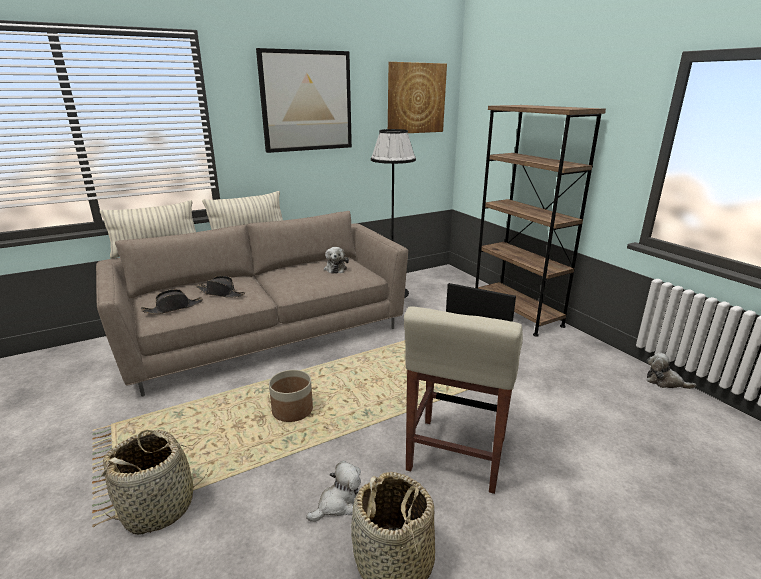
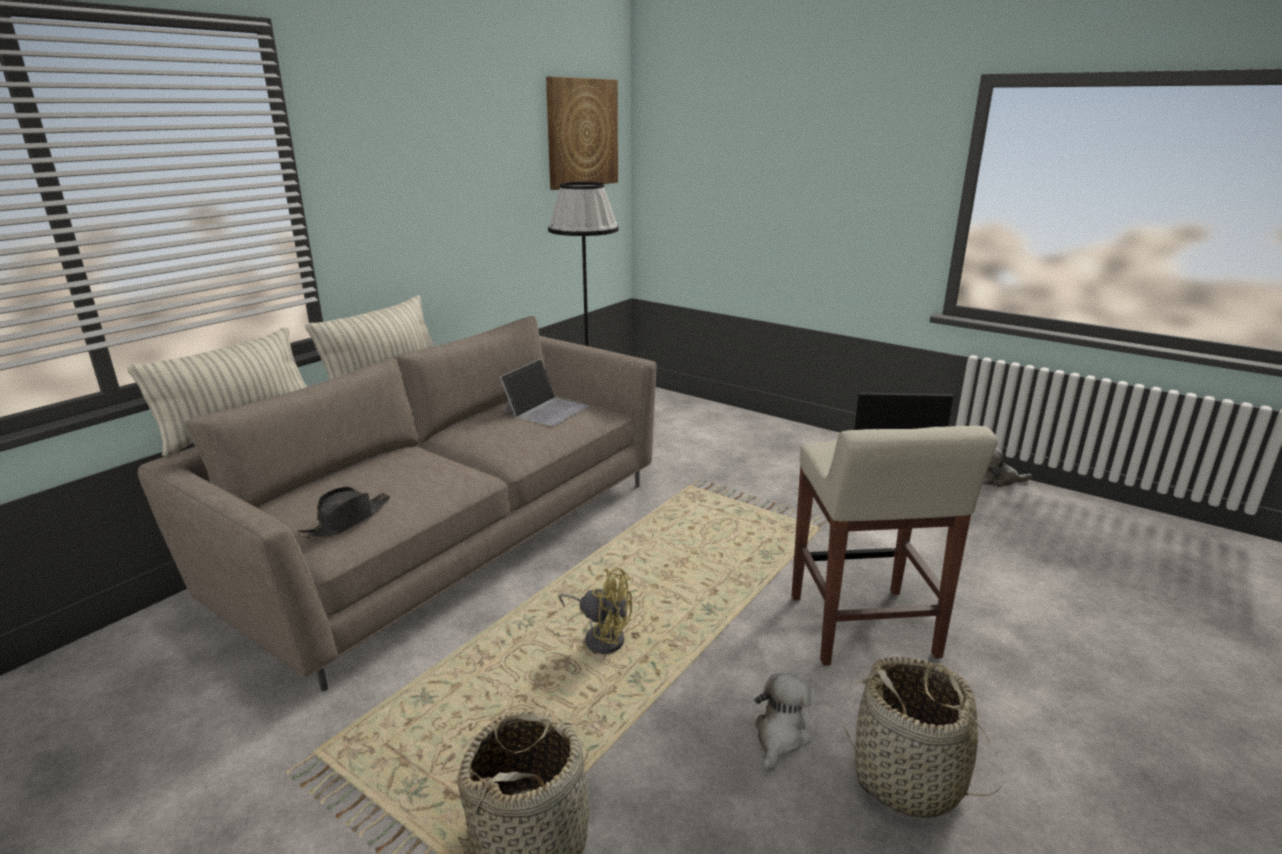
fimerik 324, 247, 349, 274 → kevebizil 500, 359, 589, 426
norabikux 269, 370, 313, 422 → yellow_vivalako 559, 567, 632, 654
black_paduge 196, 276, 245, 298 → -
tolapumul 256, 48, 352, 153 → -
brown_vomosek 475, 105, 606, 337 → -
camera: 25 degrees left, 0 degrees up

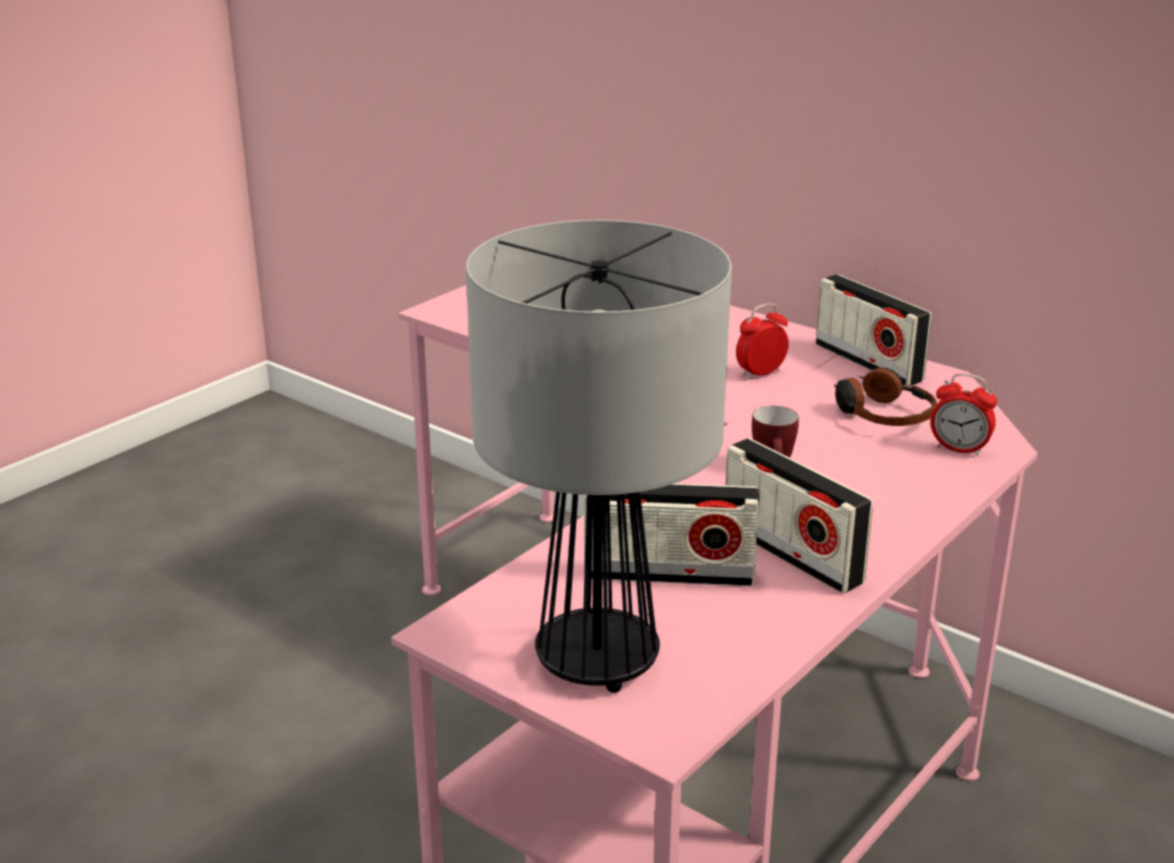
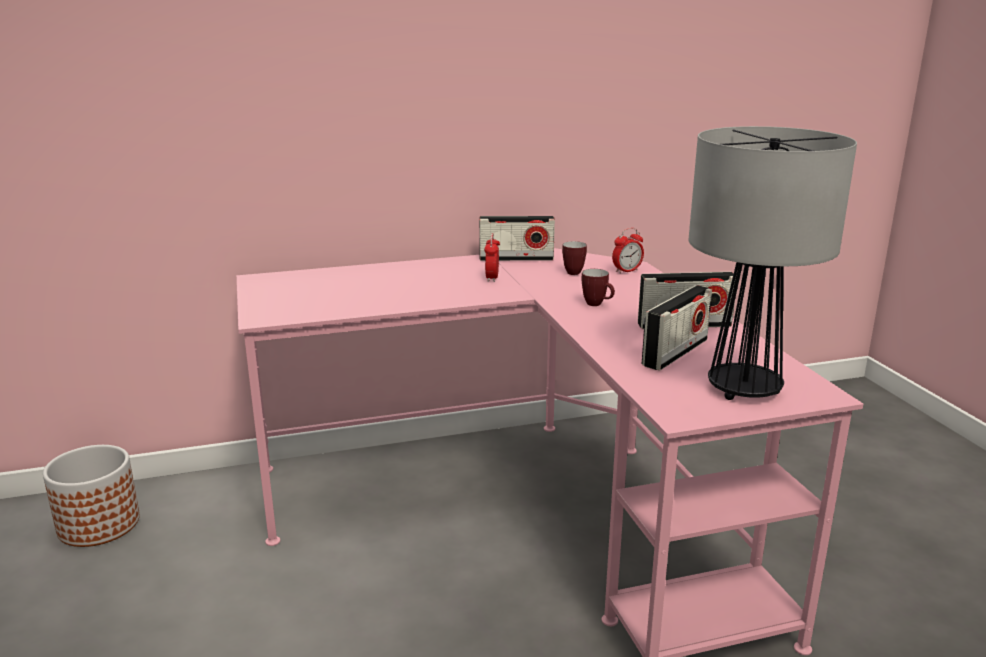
- → norabikux 43, 445, 140, 547
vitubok 834, 367, 937, 426 → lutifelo 562, 241, 587, 275
camera: 55 degrees left, 5 degrees down

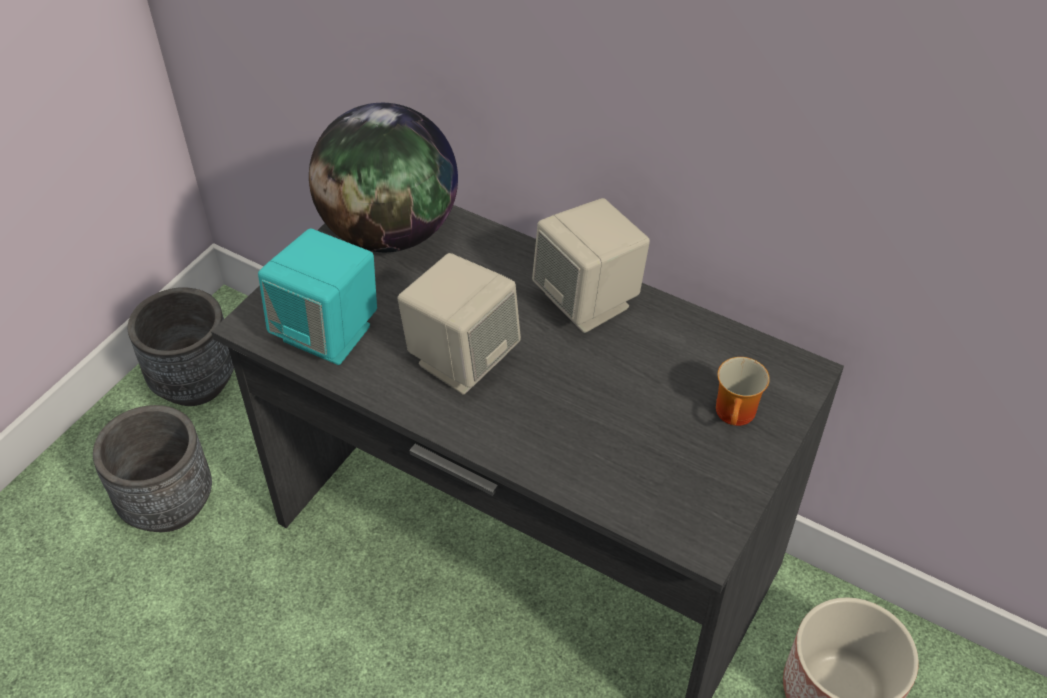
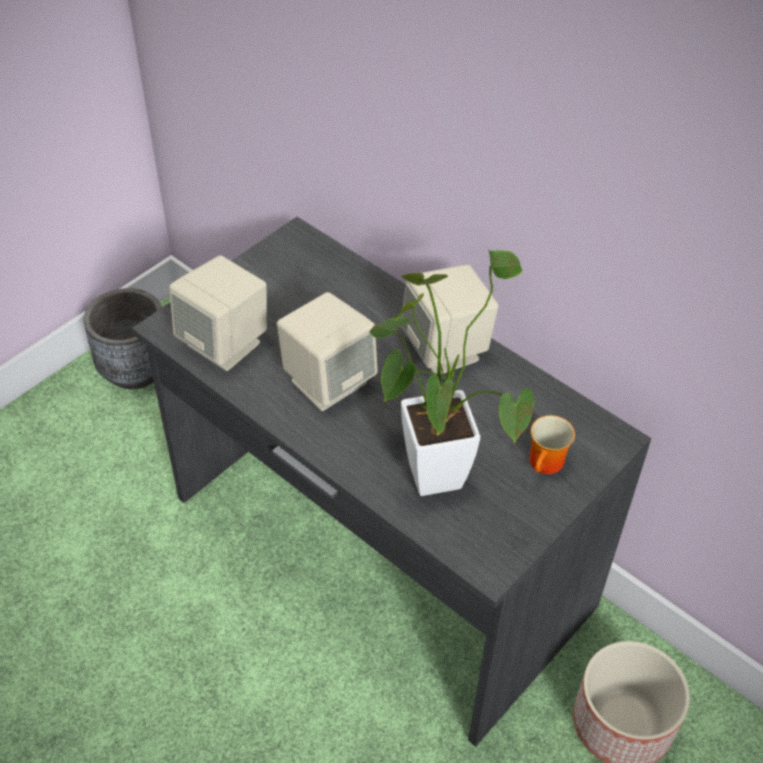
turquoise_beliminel 258, 229, 377, 365 → beige_beliminel 169, 255, 267, 371
- → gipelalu 369, 250, 534, 496
grey_norabikux 93, 405, 212, 532 → -
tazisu 309, 103, 458, 252 → -
camera: 10 degrees right, 0 degrees up

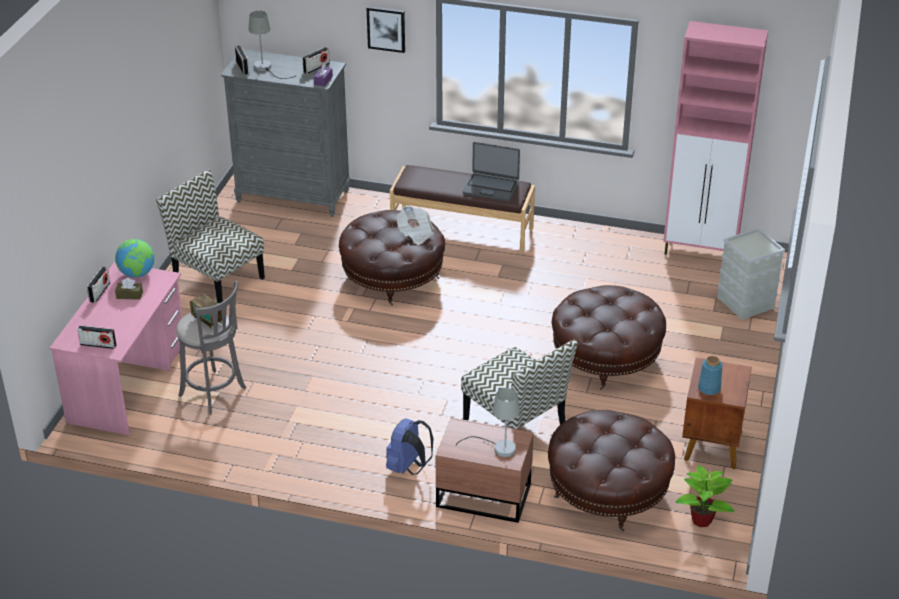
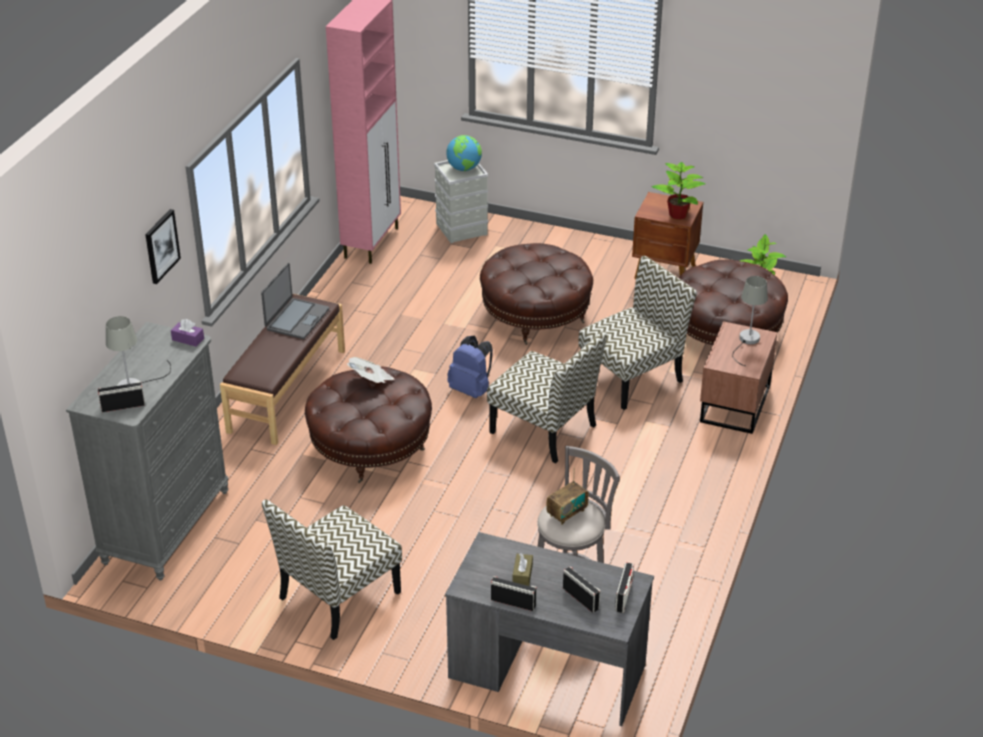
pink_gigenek 49, 262, 186, 435 → grey_gigenek 445, 532, 654, 726
tazisu 115, 239, 155, 278 → tazisu 446, 135, 482, 171, relocated
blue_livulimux 386, 418, 434, 475 → blue_livulimux 447, 336, 493, 398, relocated
- → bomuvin 487, 331, 607, 463
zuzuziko 302, 47, 330, 74 → zuzuziko 563, 566, 601, 613, relocated
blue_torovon 698, 356, 722, 395 → gipelalu 652, 161, 706, 220
camera: 85 degrees left, 0 degrees up

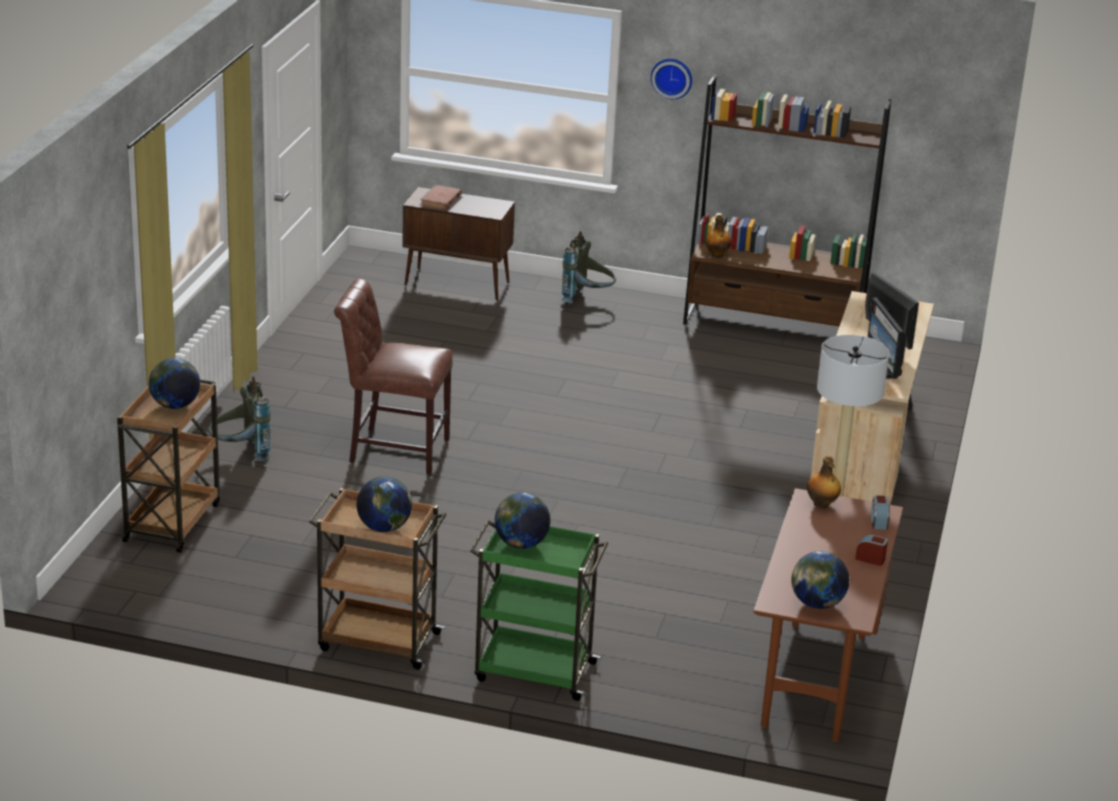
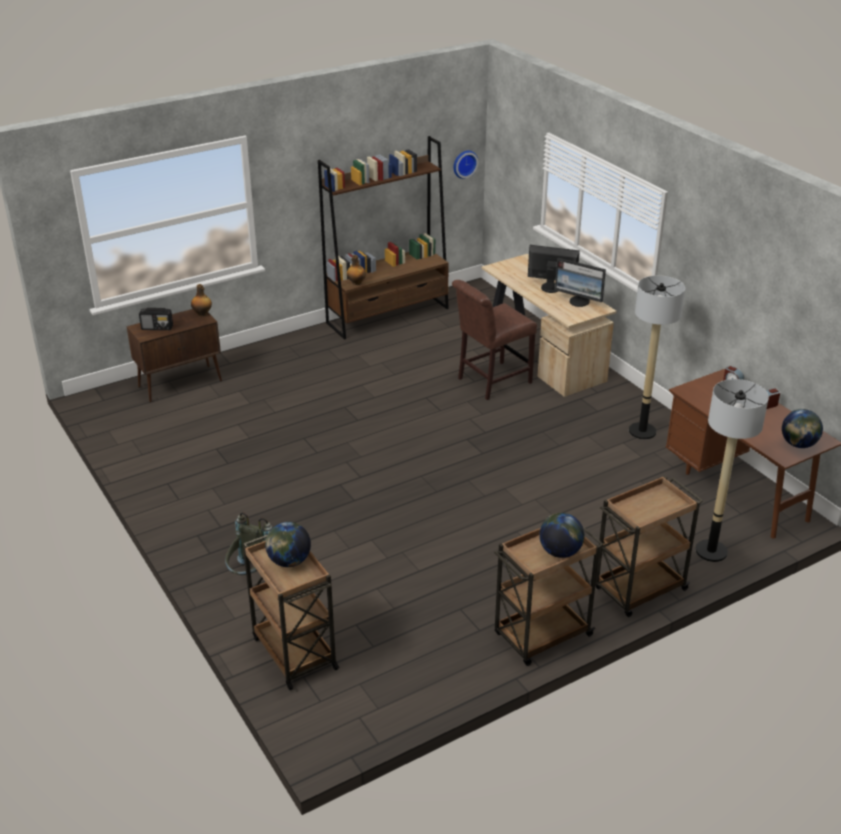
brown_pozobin 420, 185, 462, 210 → zuzuziko 139, 308, 173, 330
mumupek 807, 456, 841, 508 → mumupek 191, 284, 212, 316, relocated
brown_bomuvin 334, 278, 453, 475 → brown_bomuvin 452, 280, 537, 400, relocated
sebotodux 651, 59, 692, 99 → sebotodux 454, 151, 478, 179, relocated
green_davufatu 470, 520, 608, 701 → brown_davufatu 595, 476, 703, 617
- → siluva 695, 379, 769, 562
tazisu 495, 493, 550, 549 → -
grey_livulimux 561, 231, 616, 303 → -
camera: 45 degrees left, 5 degrees up

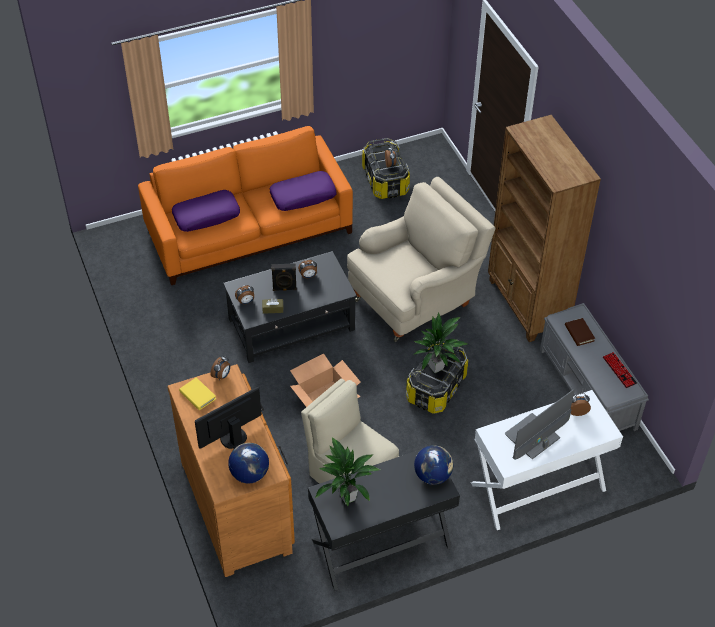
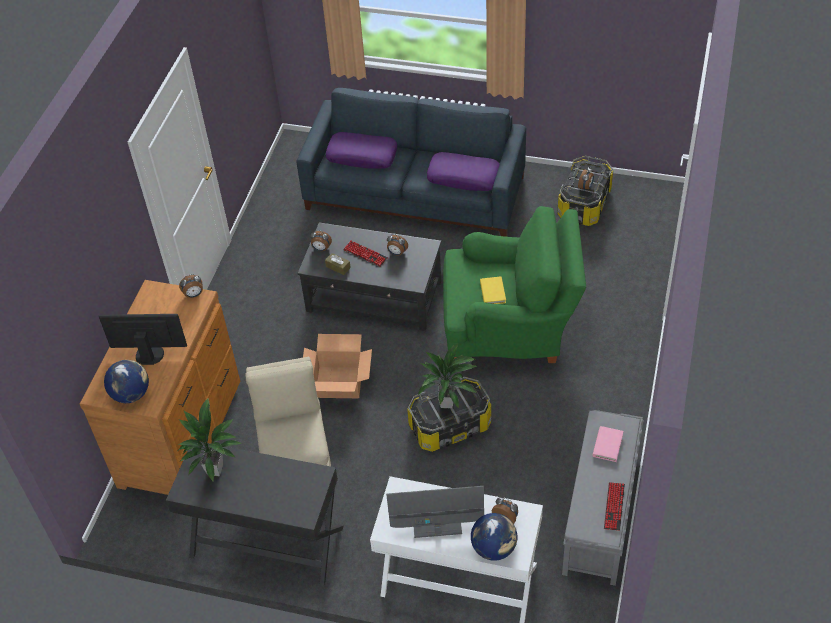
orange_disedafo 138, 126, 353, 285 → blue_disedafo 296, 88, 526, 237
black_beliminel 271, 263, 297, 291 → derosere 343, 241, 388, 267
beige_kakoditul 347, 177, 496, 342 → green_kakoditul 443, 206, 586, 363
tazisu 414, 445, 453, 485 → tazisu 471, 513, 517, 561, relocated
yellow_pozobin 179, 377, 216, 411 → yellow_pozobin 480, 276, 506, 304, relocated
brown_pozobin 565, 318, 595, 346 → pink_pozobin 593, 426, 624, 462
brown_vomosek 488, 115, 601, 342 → -
camera: 40 degrees right, 0 degrees up

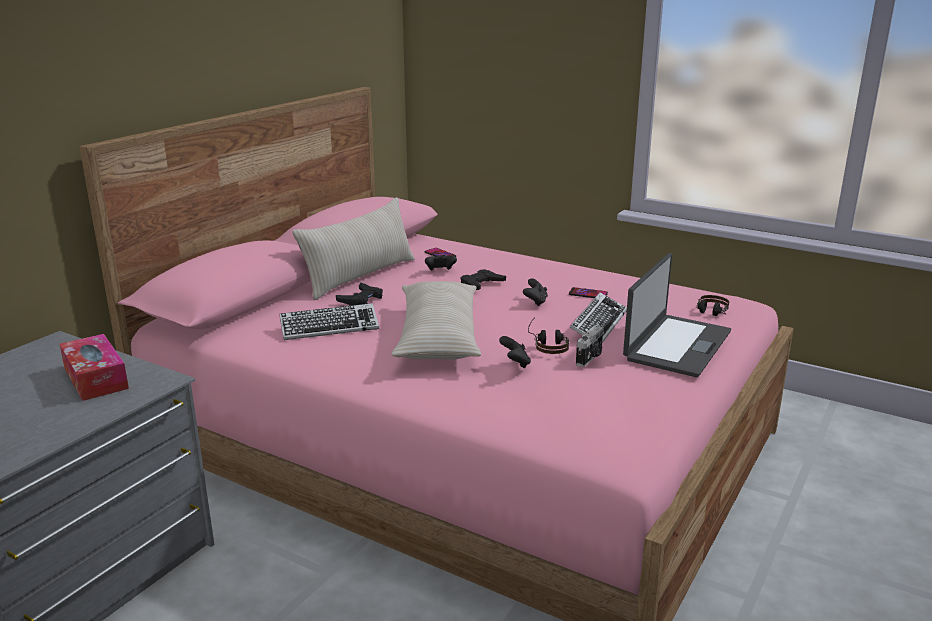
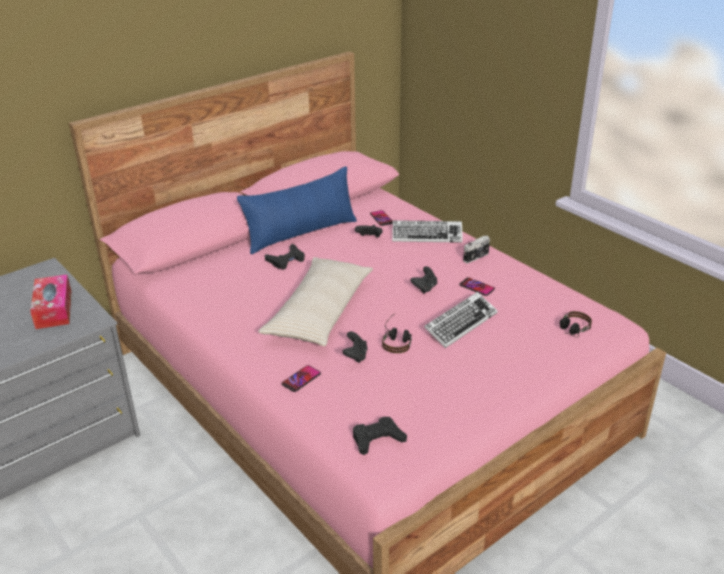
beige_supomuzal 292, 197, 415, 300 → blue_supomuzal 237, 166, 357, 254
- → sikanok 282, 365, 321, 392
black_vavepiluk 461, 269, 506, 290 → black_vavepiluk 353, 417, 407, 455, relocated
derosere 280, 303, 379, 340 → derosere 392, 220, 463, 243, relocated
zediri 576, 325, 603, 367 → zediri 463, 236, 490, 263, relocated
kevebizil 623, 253, 731, 377 → -
camera: 20 degrees right, 10 degrees up

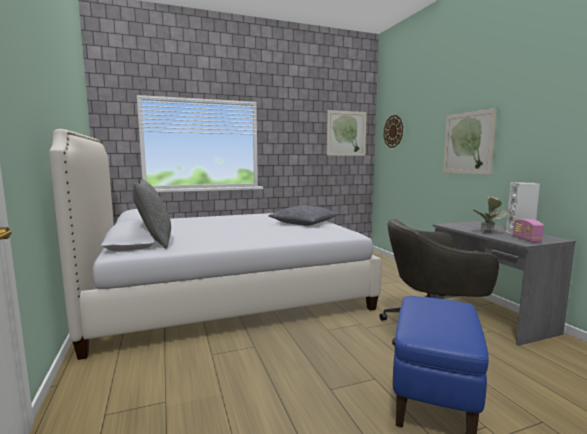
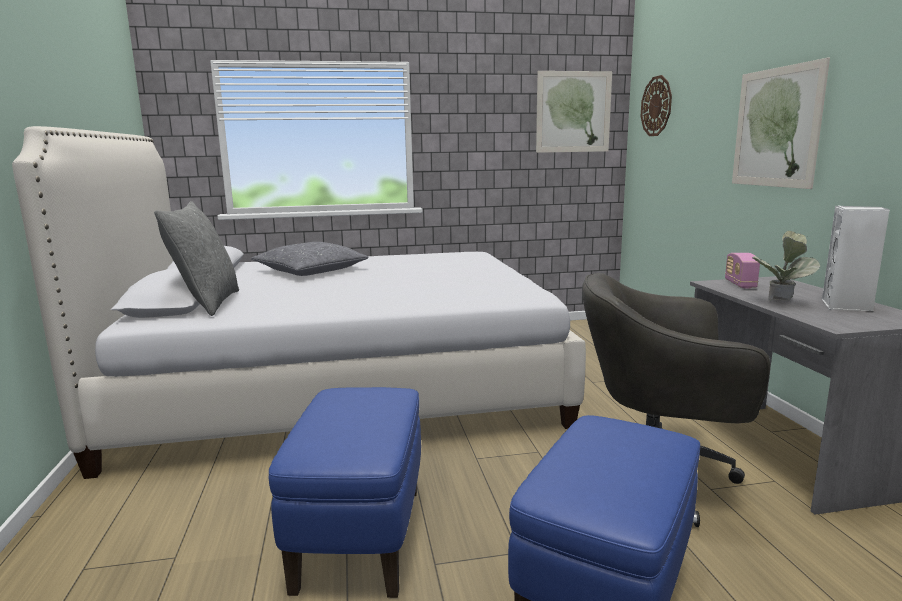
grey_supomuzal 268, 205, 338, 226 → grey_supomuzal 251, 242, 369, 276, relocated
- → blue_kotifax 269, 387, 421, 598
zuzuziko 513, 219, 544, 243 → zuzuziko 725, 253, 760, 288, relocated
camera: 10 degrees right, 5 degrees up

